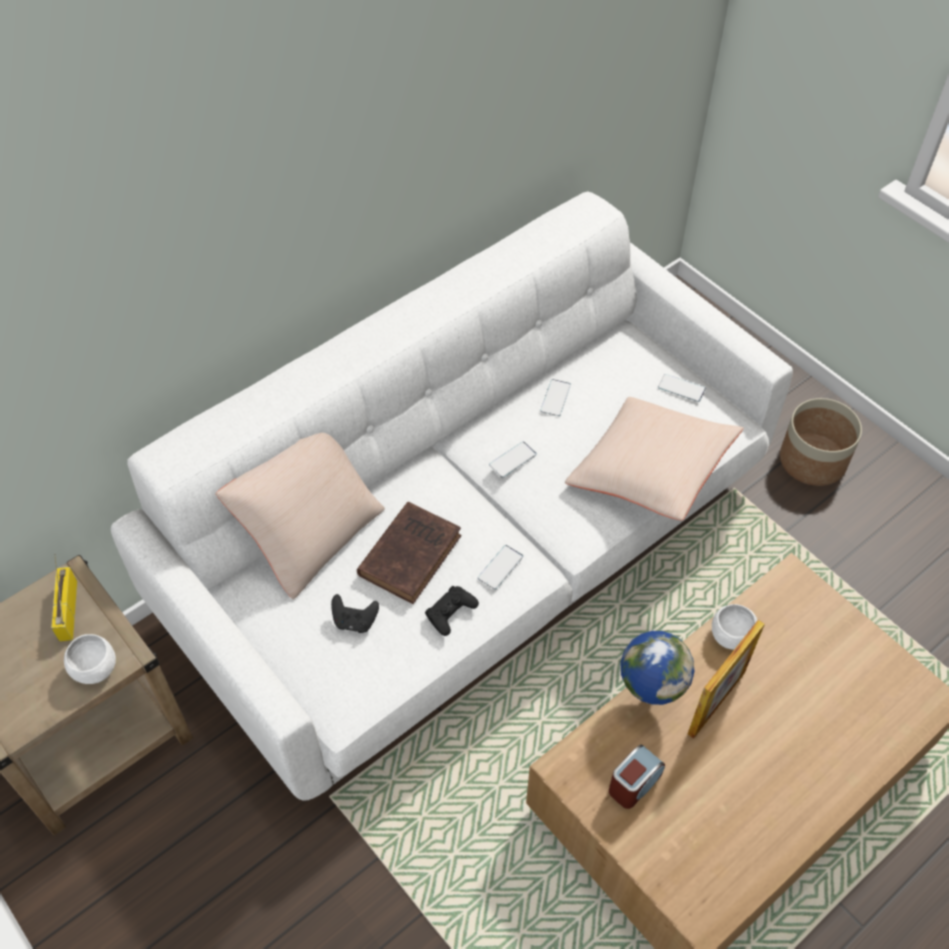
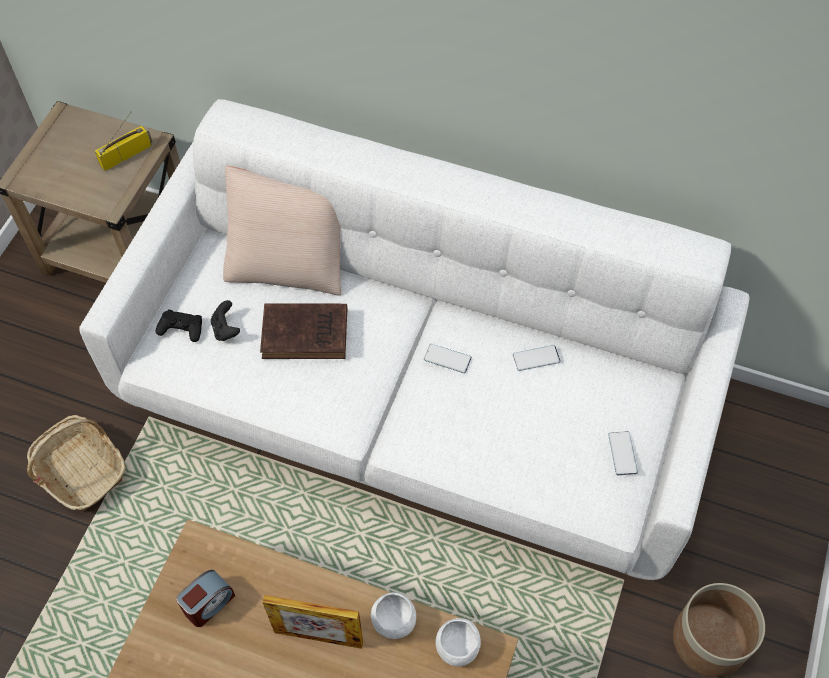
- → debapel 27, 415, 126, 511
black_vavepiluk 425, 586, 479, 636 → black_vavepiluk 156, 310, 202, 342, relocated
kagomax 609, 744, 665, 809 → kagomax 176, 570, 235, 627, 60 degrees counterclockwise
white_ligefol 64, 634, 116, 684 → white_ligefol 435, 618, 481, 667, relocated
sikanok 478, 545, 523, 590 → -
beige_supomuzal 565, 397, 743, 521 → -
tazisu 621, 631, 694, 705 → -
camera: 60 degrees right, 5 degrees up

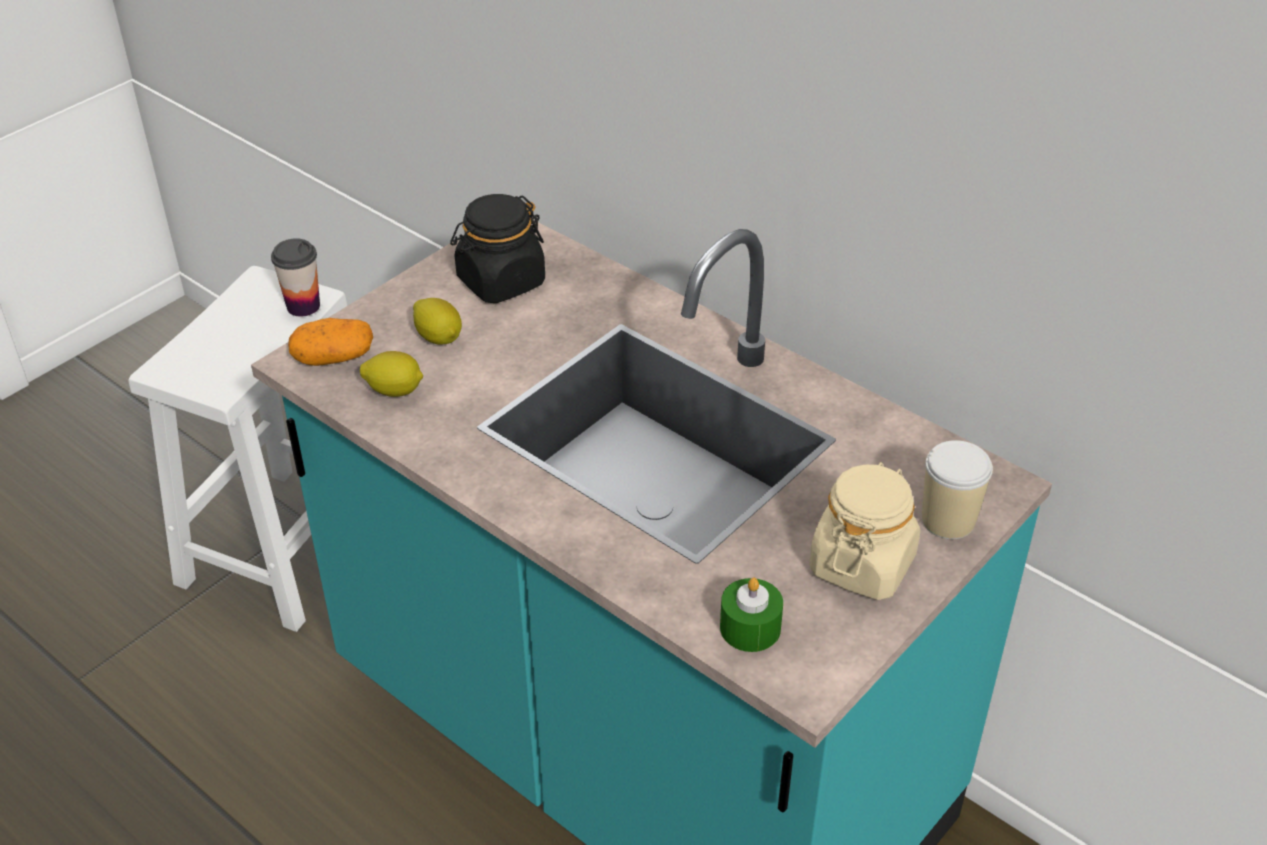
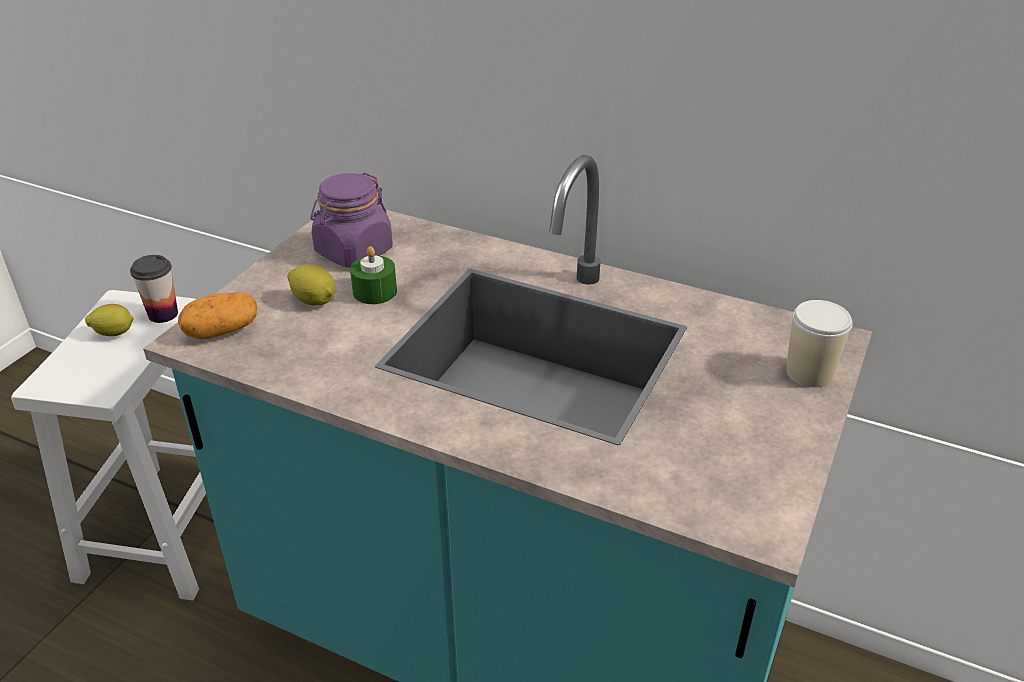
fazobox 360, 351, 423, 397 → fazobox 85, 304, 134, 336, relocated
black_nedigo 450, 194, 545, 303 → purple_nedigo 310, 173, 393, 268
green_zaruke 720, 578, 783, 652 → green_zaruke 350, 246, 397, 304, relocated
beige_nedigo 809, 462, 920, 600 → -
camera: 15 degrees left, 5 degrees down

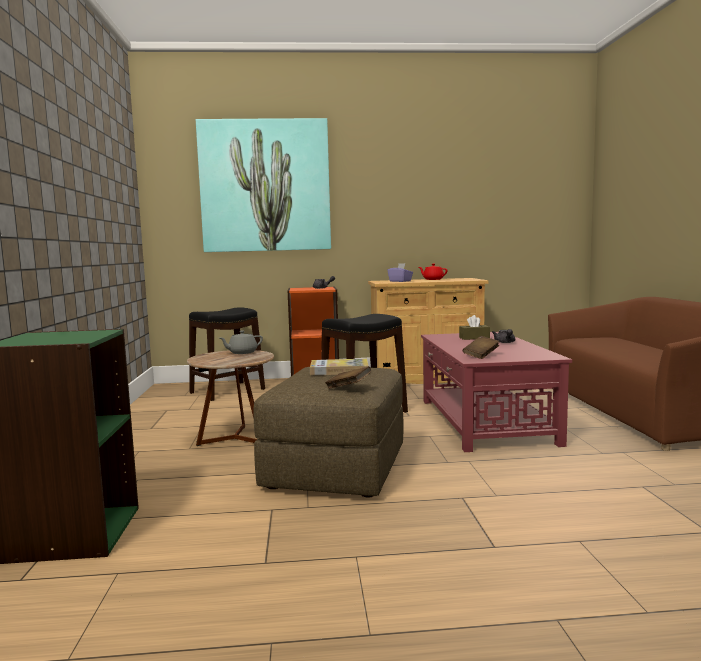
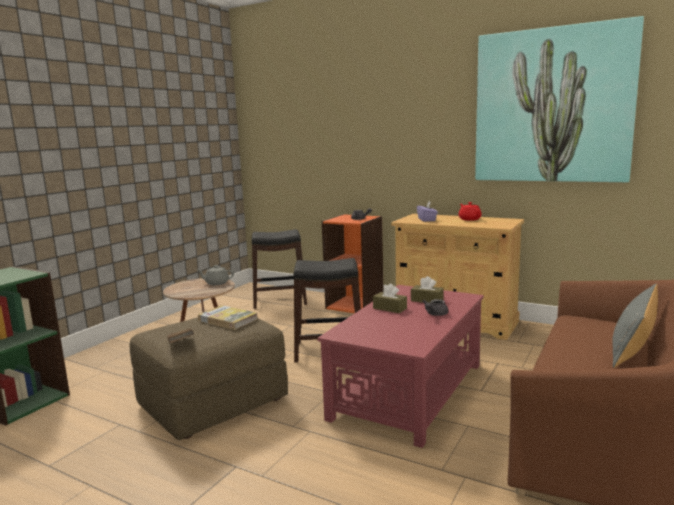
- → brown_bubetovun 373, 284, 407, 313
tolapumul 196, 118, 331, 252 → tolapumul 475, 16, 644, 182, relocated
- → grey_supomuzal 612, 283, 658, 368
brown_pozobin 463, 336, 500, 359 → -
camera: 35 degrees right, 5 degrees up

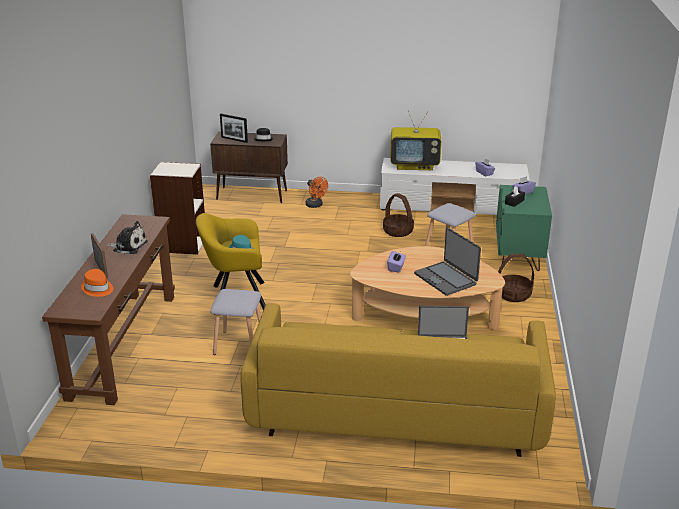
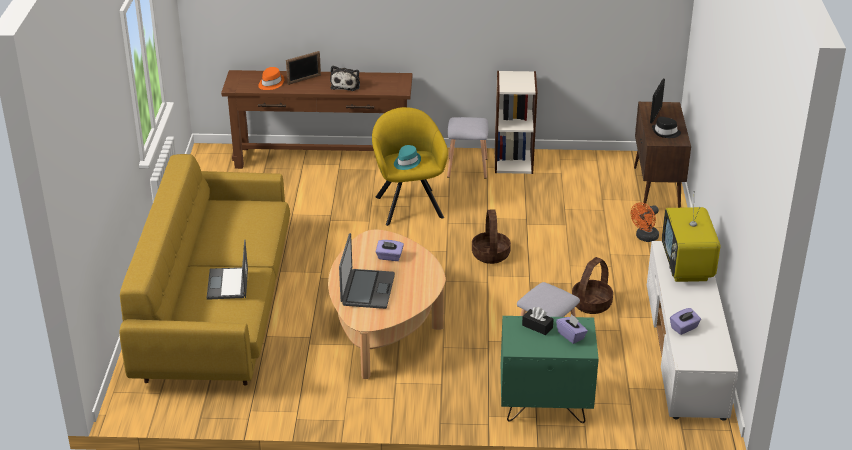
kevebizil 414, 227, 481, 296 → kevebizil 339, 233, 395, 309, 135 degrees clockwise
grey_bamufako 210, 289, 261, 355 → grey_bamufako 447, 117, 488, 179, relocated
debapel 498, 254, 534, 302 → debapel 472, 209, 511, 264, relocated
camera: 85 degrees right, 5 degrees up

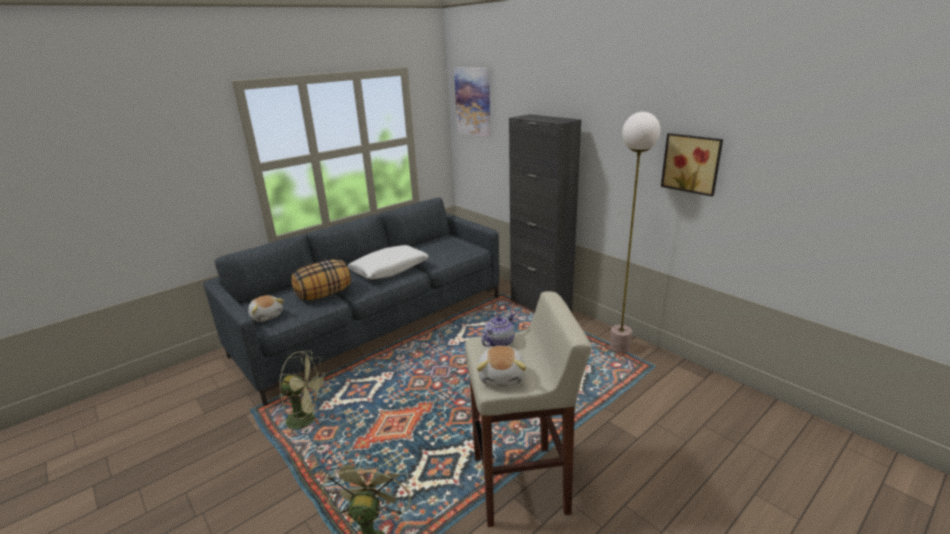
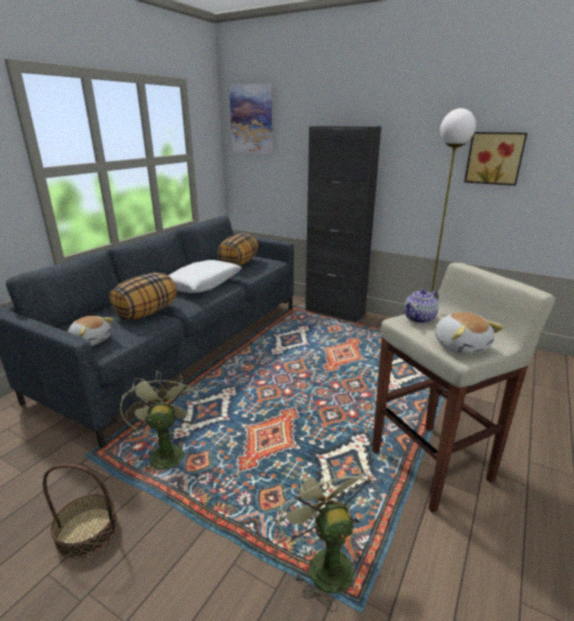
- → debapel 43, 464, 118, 559
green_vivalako 279, 351, 328, 431 → green_vivalako 120, 371, 201, 475, 90 degrees counterclockwise
- → supomuzal 217, 233, 258, 266
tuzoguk 482, 313, 515, 347 → tuzoguk 404, 289, 439, 323, 150 degrees counterclockwise
camera: 20 degrees left, 0 degrees up

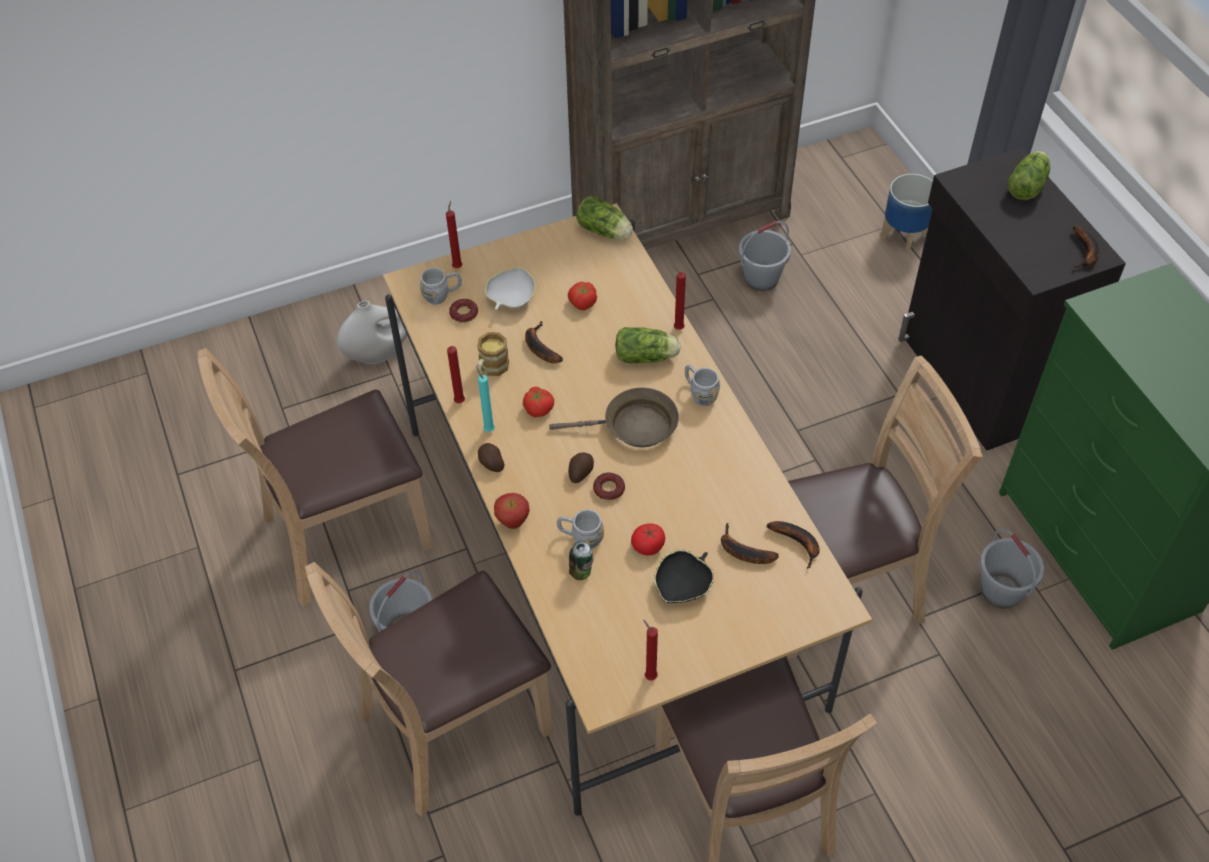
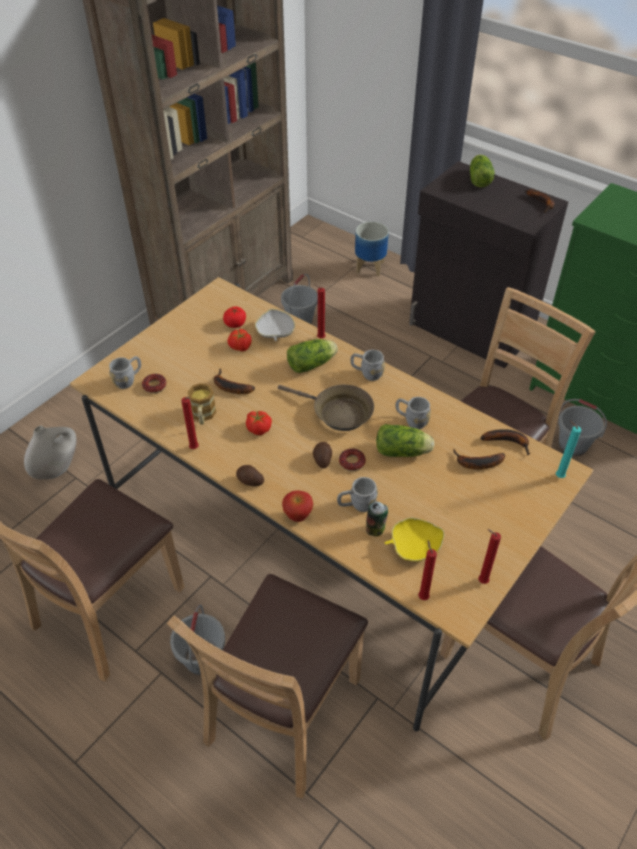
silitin 631, 524, 665, 555 → silitin 223, 306, 246, 328, relocated
white_ligefol 485, 267, 535, 310 → white_ligefol 255, 309, 295, 341, relocated
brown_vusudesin 549, 388, 679, 447 → brown_vusudesin 278, 385, 374, 431, 60 degrees clockwise
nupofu 576, 196, 633, 239 → nupofu 376, 424, 435, 457, relocated
- → yellow_ligefol 385, 517, 445, 562
- → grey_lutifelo 395, 397, 431, 429
red_zaruke 446, 201, 462, 268 → red_zaruke 418, 540, 437, 600, relocated
turquoise_zaruke 476, 366, 495, 432 → turquoise_zaruke 556, 421, 581, 478, relocated
black_ligefol 654, 550, 714, 603 → -
camera: 30 degrees left, 5 degrees down

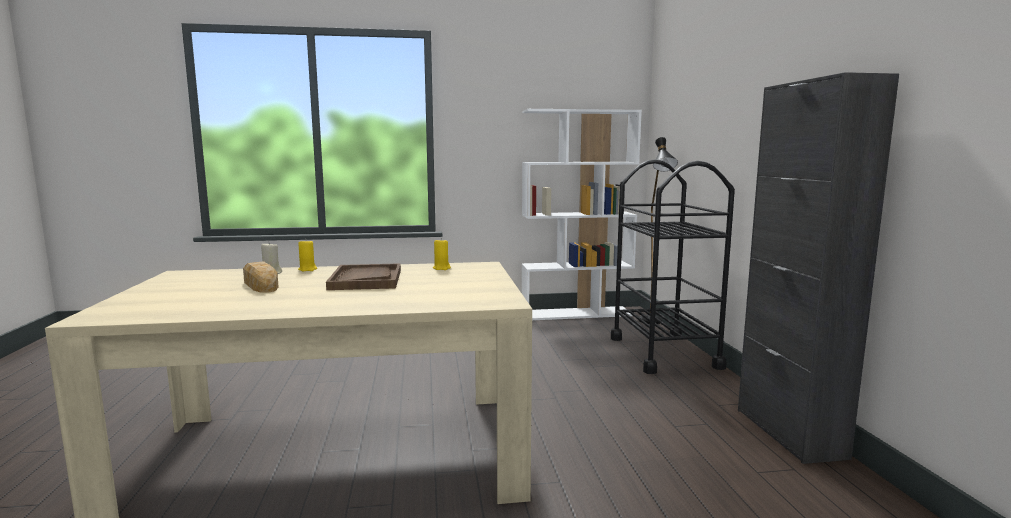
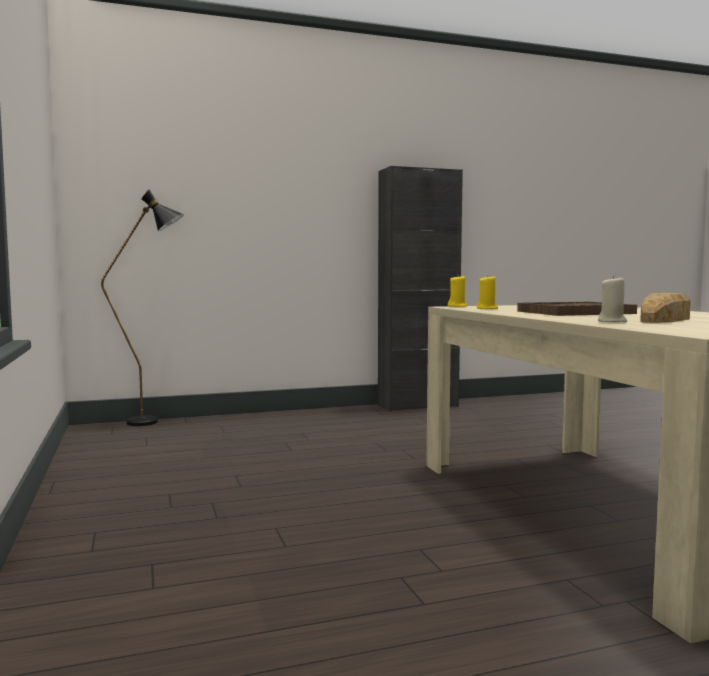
yellow_zaruke 298, 241, 317, 271 → yellow_zaruke 448, 276, 468, 307, relocated
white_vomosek 522, 109, 642, 320 → -
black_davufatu 611, 159, 735, 374 → -
camera: 100 degrees left, 5 degrees down

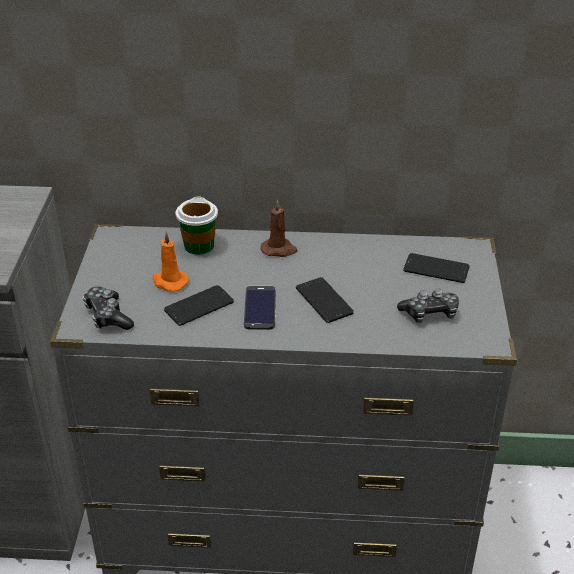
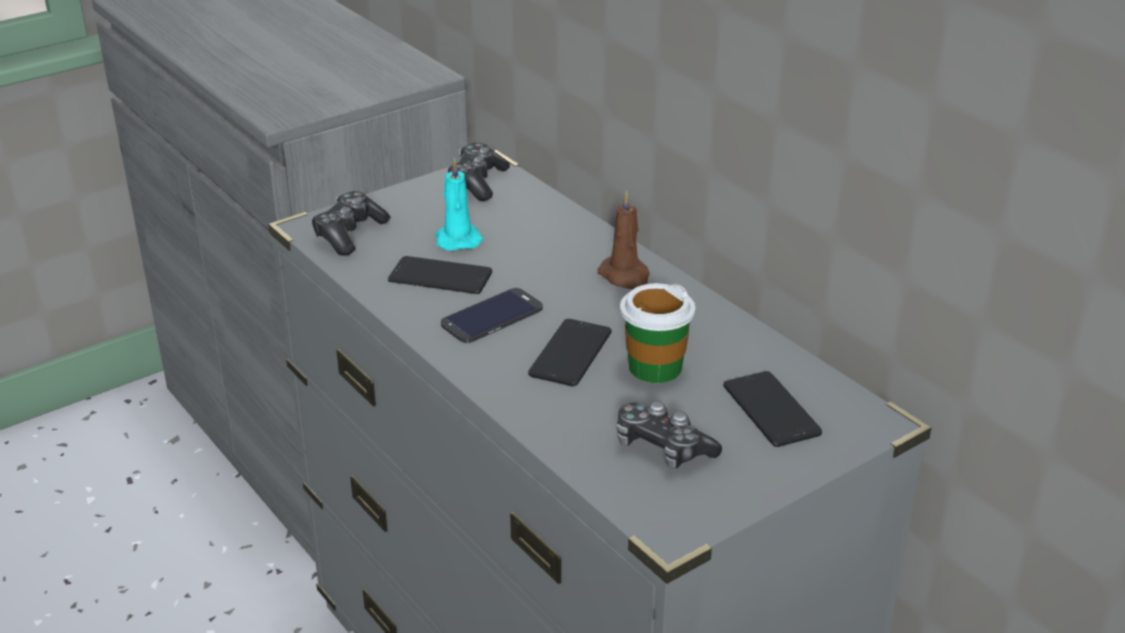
orange_zaruke 153, 232, 189, 292 → turquoise_zaruke 436, 157, 483, 251
- → vavepiluk 446, 143, 510, 201
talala 176, 196, 218, 255 → talala 620, 283, 695, 383, relocated
camera: 50 degrees right, 5 degrees down

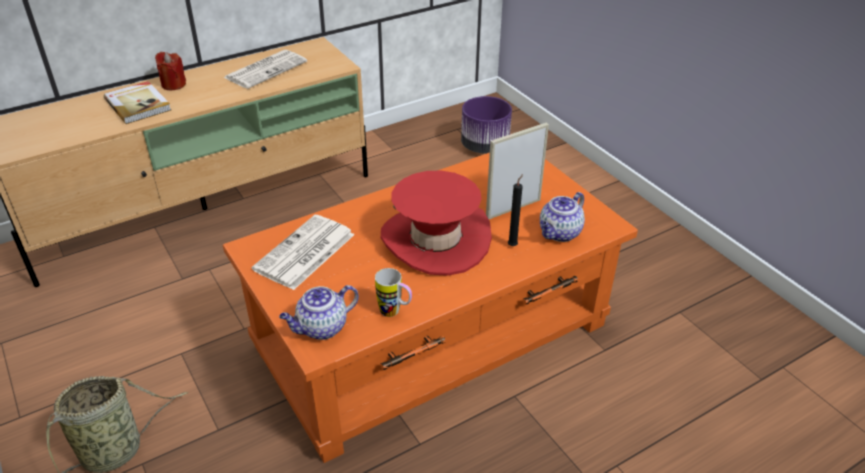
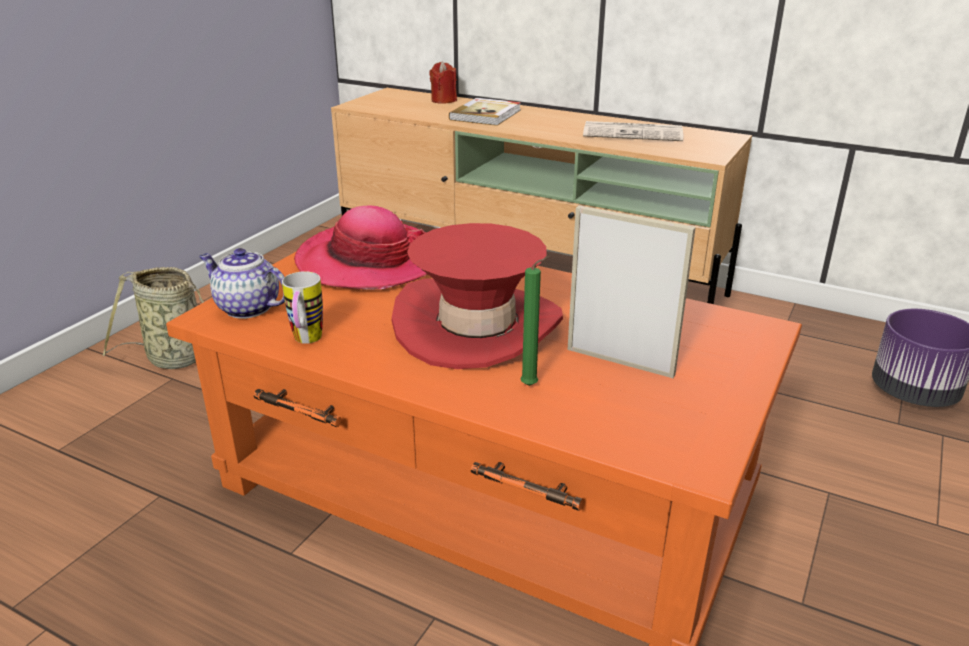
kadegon 252, 215, 355, 290 → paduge 294, 206, 427, 290
red_zaruke 155, 52, 186, 91 → red_zaruke 429, 61, 457, 104, relocated
black_zaruke 508, 174, 523, 246 → green_zaruke 521, 256, 550, 386
tuzoguk 540, 192, 585, 242 → -
camera: 60 degrees right, 10 degrees down

